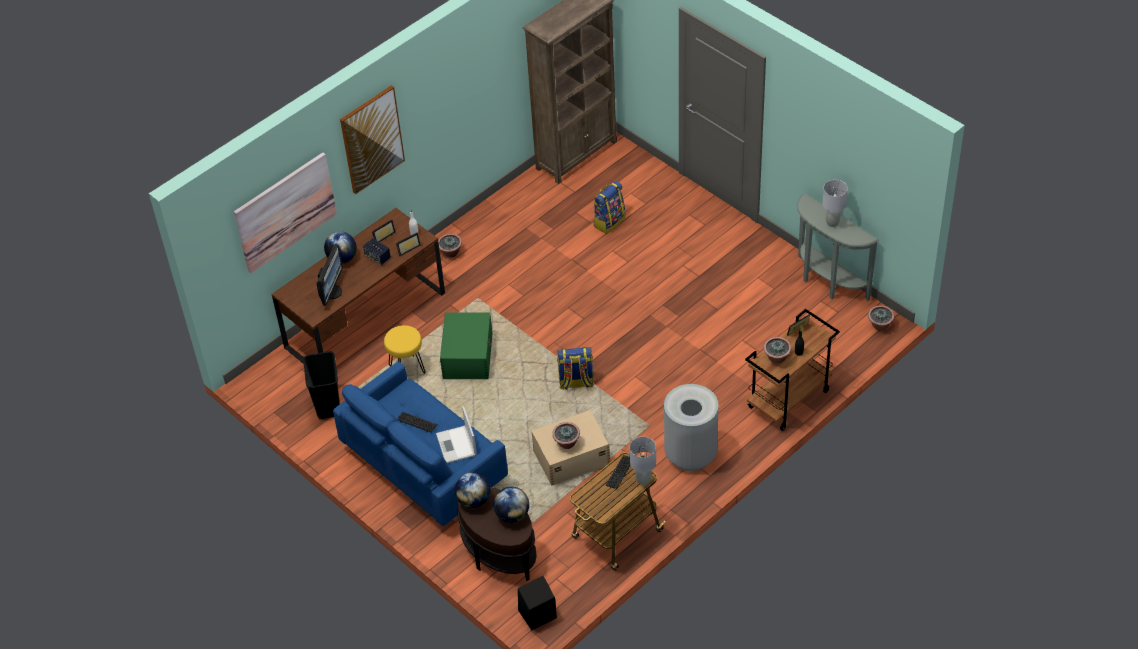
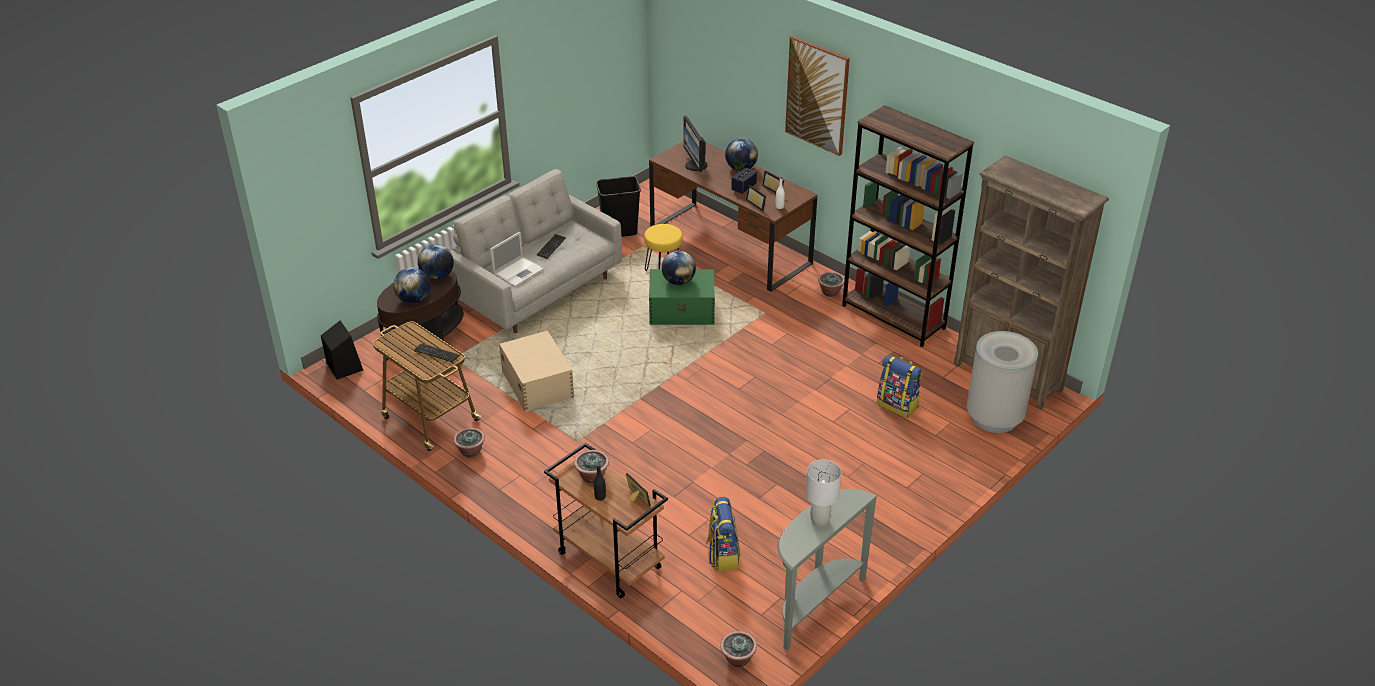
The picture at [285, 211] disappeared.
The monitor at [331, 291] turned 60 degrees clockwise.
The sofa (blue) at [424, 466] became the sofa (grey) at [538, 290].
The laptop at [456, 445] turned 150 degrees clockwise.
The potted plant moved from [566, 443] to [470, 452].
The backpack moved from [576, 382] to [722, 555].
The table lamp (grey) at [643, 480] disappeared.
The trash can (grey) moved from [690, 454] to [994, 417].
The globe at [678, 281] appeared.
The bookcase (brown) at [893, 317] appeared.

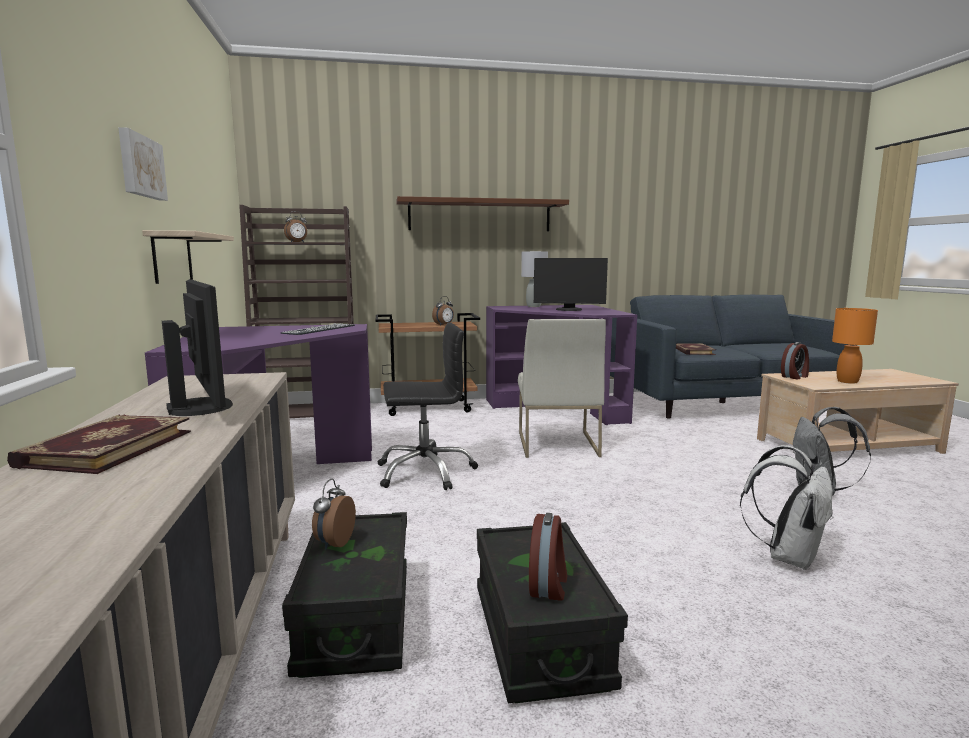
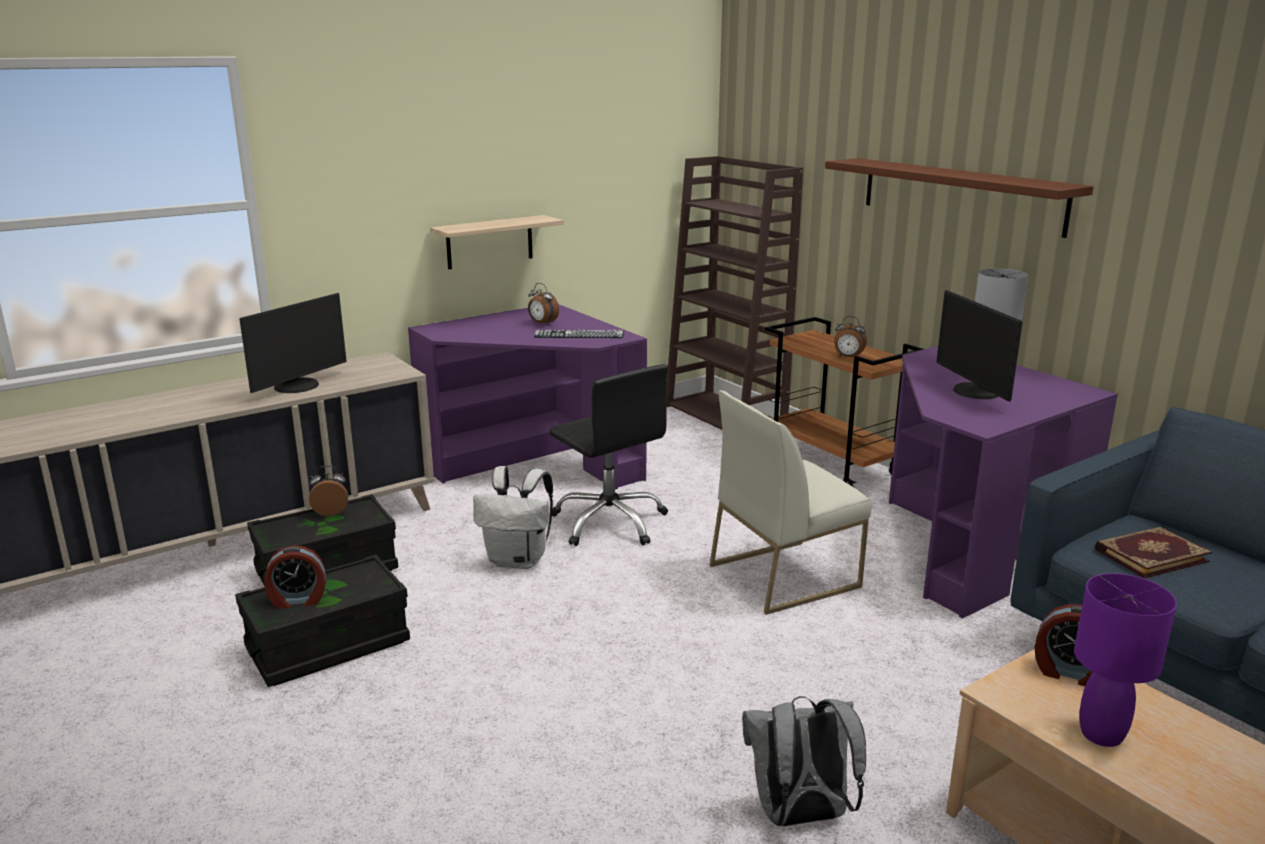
The book at [106, 448] disappeared.
The picture at [140, 166] disappeared.
The alarm clock moved from [297, 242] to [542, 324].
The backpack (white) moved from [788, 556] to [518, 560].
The table lamp (orange) at [847, 381] became the table lamp (purple) at [1100, 734].

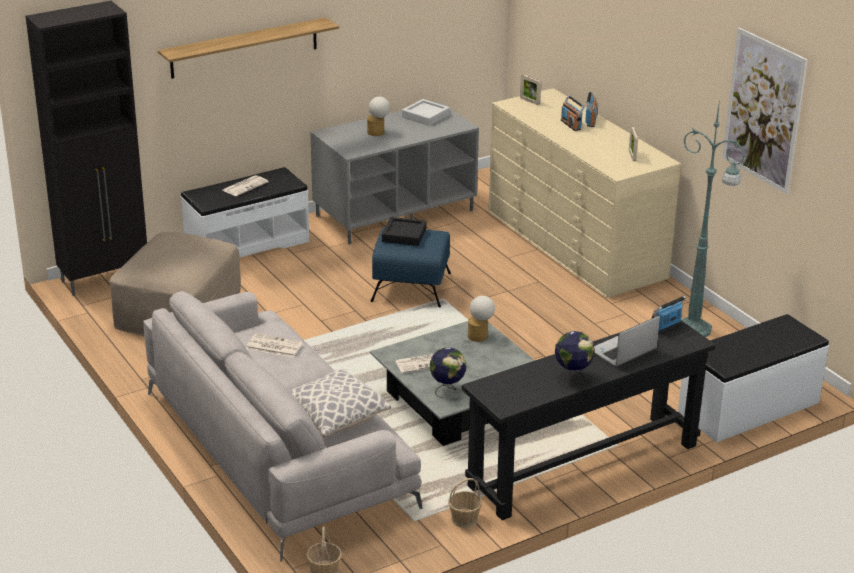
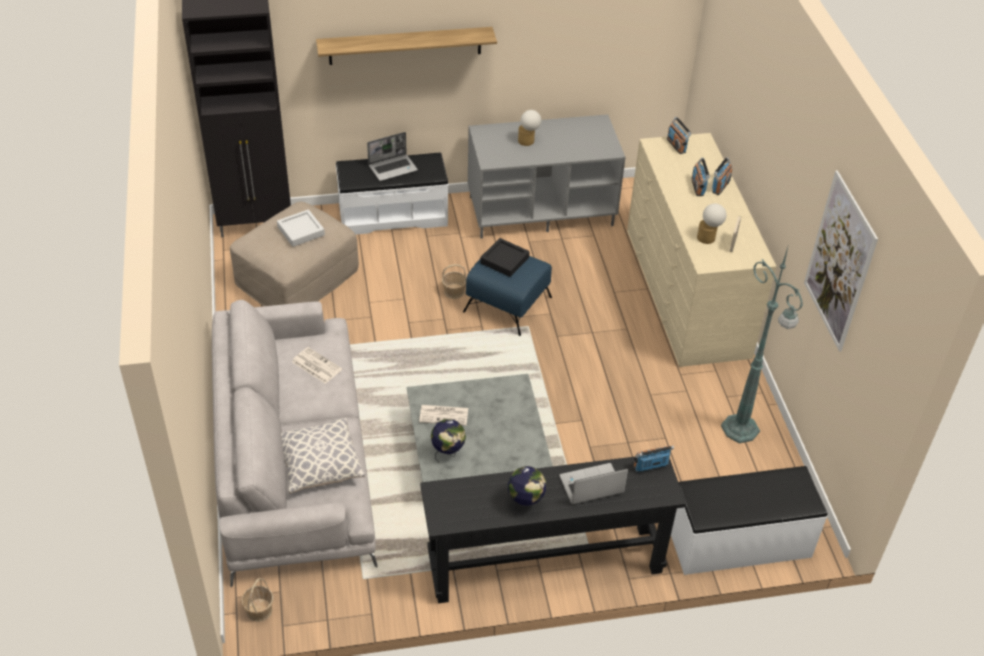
The newspaper at [245, 186] was replaced by the laptop at [393, 168].
The tray (grey) moved from [425, 116] to [301, 231].
The basket moved from [465, 519] to [454, 292].
The table lamp moved from [480, 336] to [709, 238].
The picture frame at [529, 101] was replaced by the radio at [676, 145].

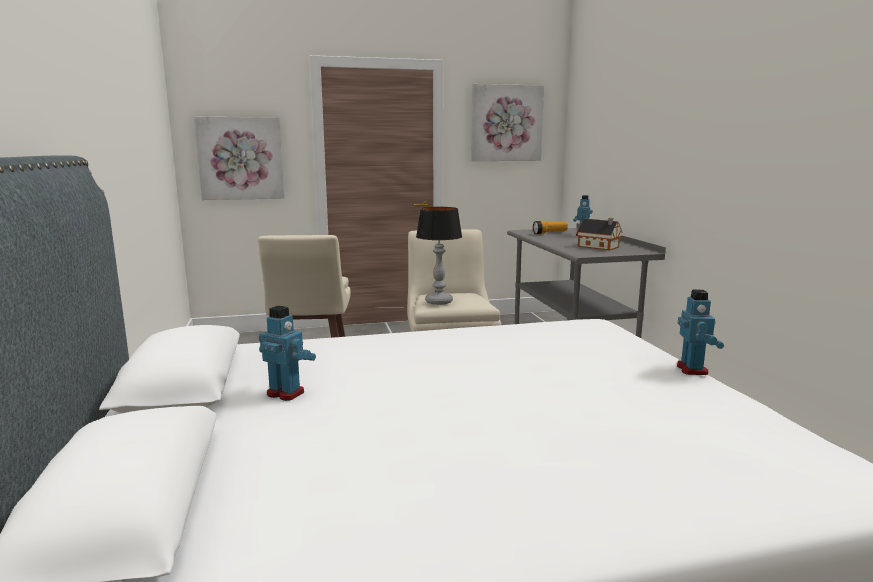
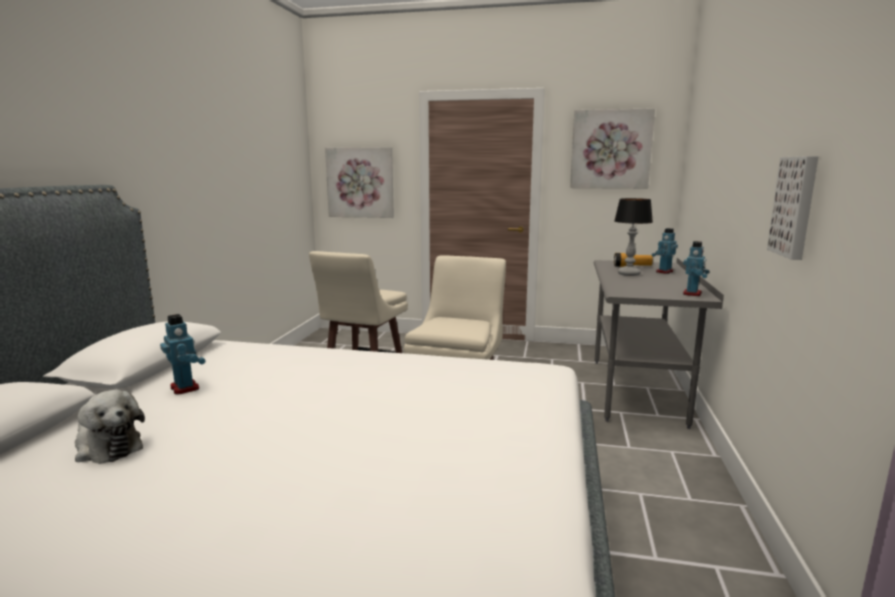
The table lamp moved from [439, 302] to [628, 274].
The toy house at [599, 247] disappeared.
The toy robot moved from [693, 369] to [692, 294].
The plush toy at [107, 447] appeared.
The picture at [796, 206] appeared.

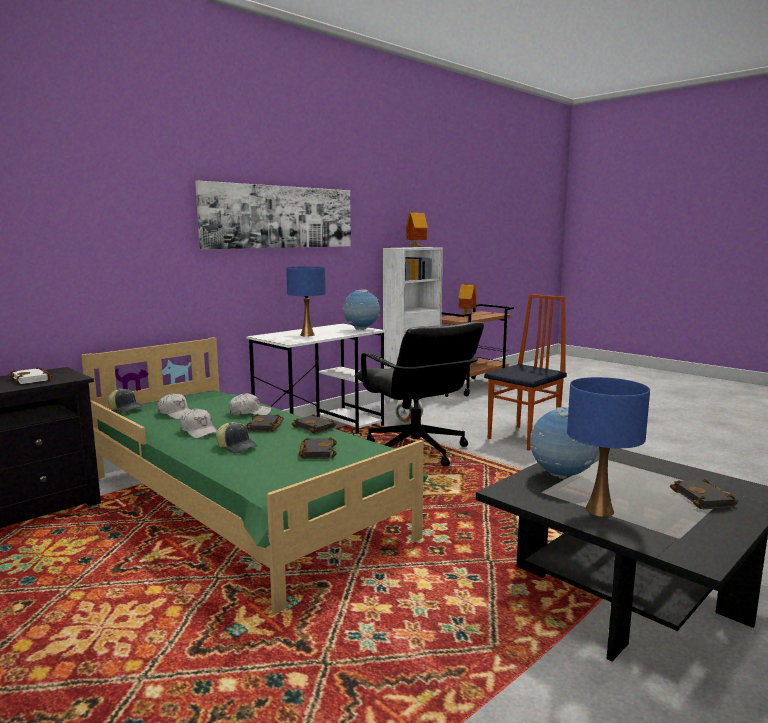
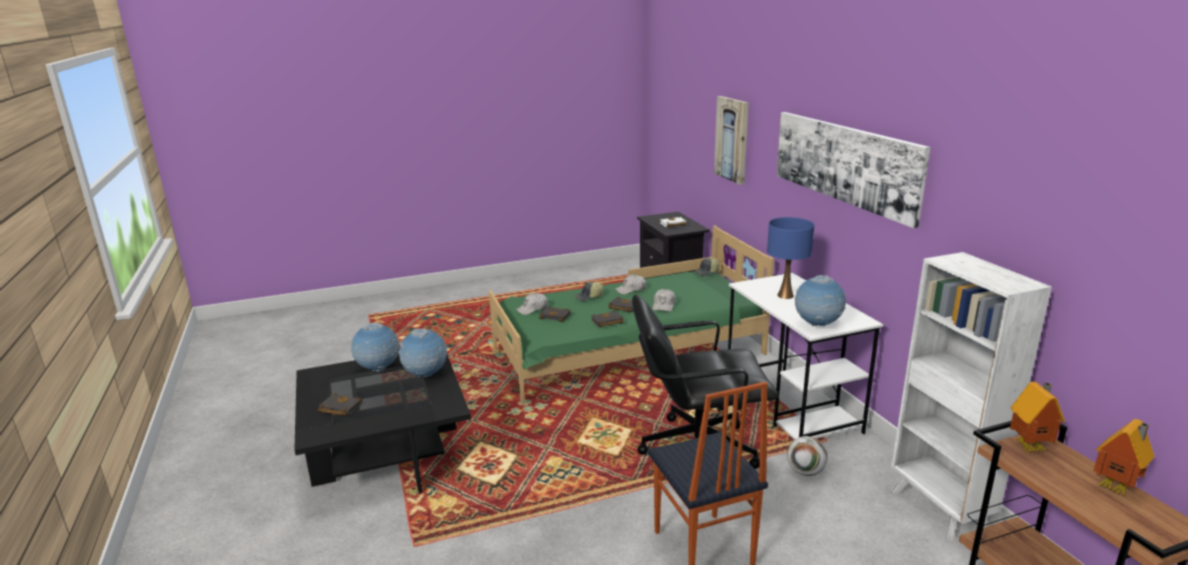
The cap (white) moved from [176, 414] to [532, 309].
The toy house moved from [415, 247] to [1031, 446].
The table lamp (blue) at [599, 510] was replaced by the globe at [378, 369].
The picture at [732, 139] appeared.

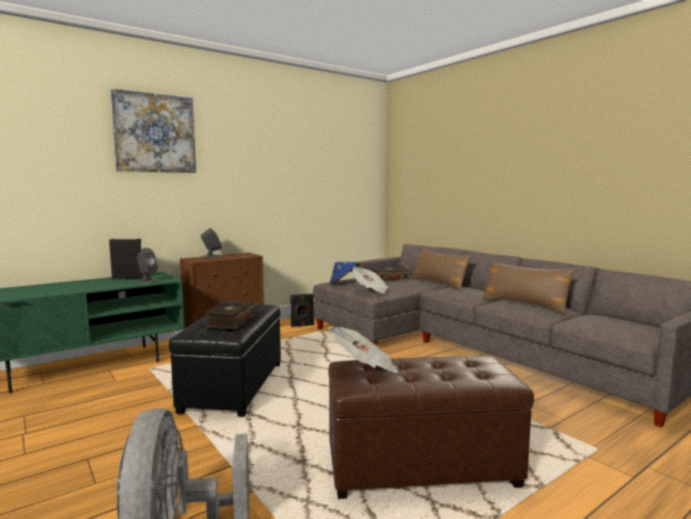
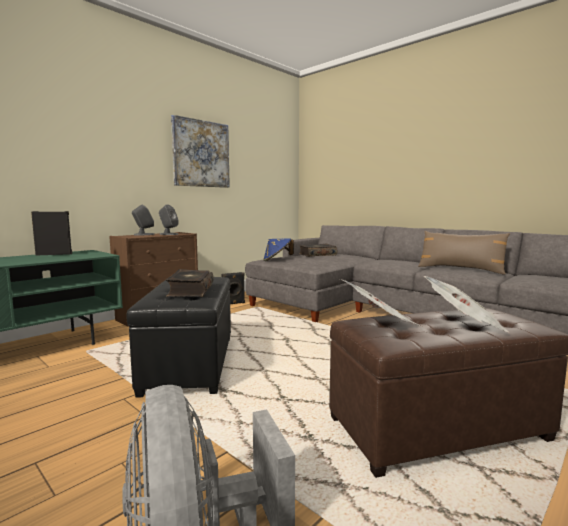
The picture moved from [155, 133] to [201, 154].
The speaker (grey) moved from [147, 281] to [168, 234].
The newspaper moved from [370, 290] to [464, 323].
The pillow (brown) at [439, 284] disappeared.

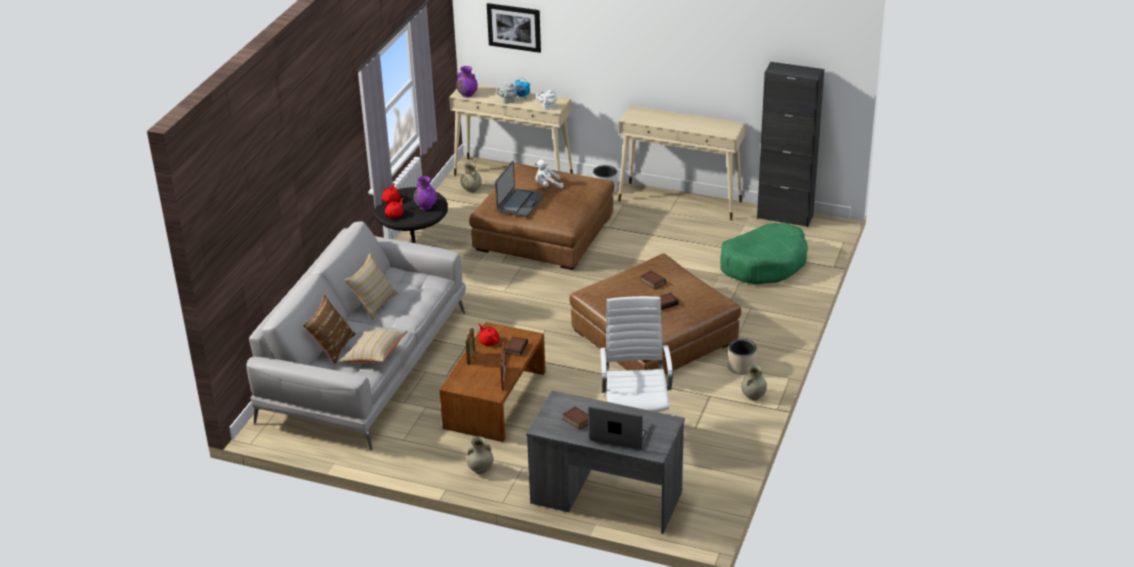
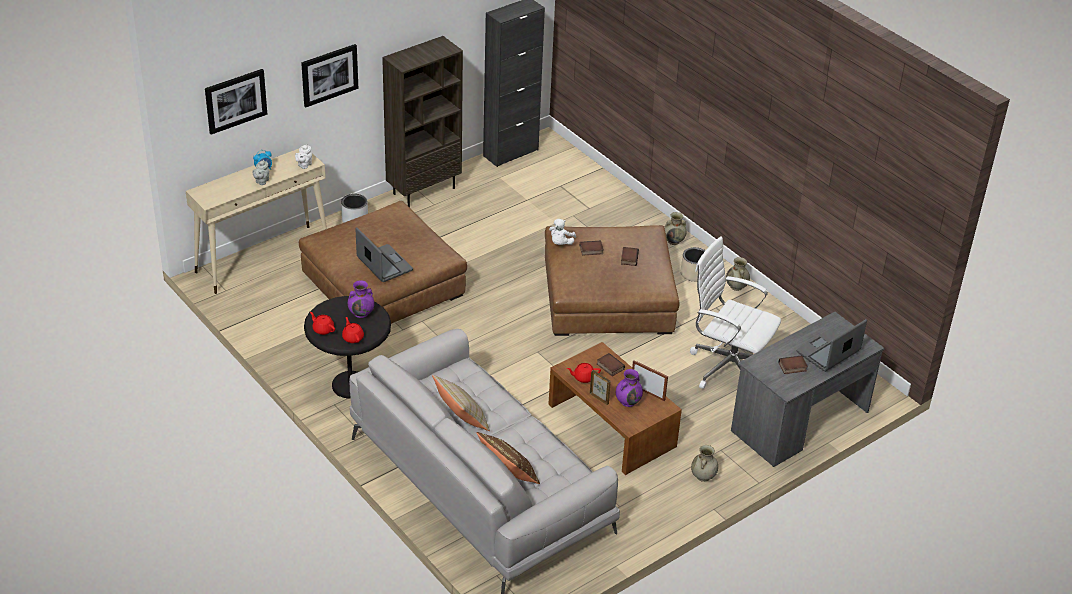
The pillow (beige) at [374, 355] disappeared.
The vase (purple) moved from [467, 94] to [628, 401].
The vase (beige) moved from [471, 190] to [674, 241].
The plush toy (white) moved from [547, 186] to [561, 243].
The console table (beige) at [680, 201] was replaced by the bookcase (brown) at [424, 190].
The dog bed (green) at [764, 264] disappeared.
The picture at [329, 74] appeared.

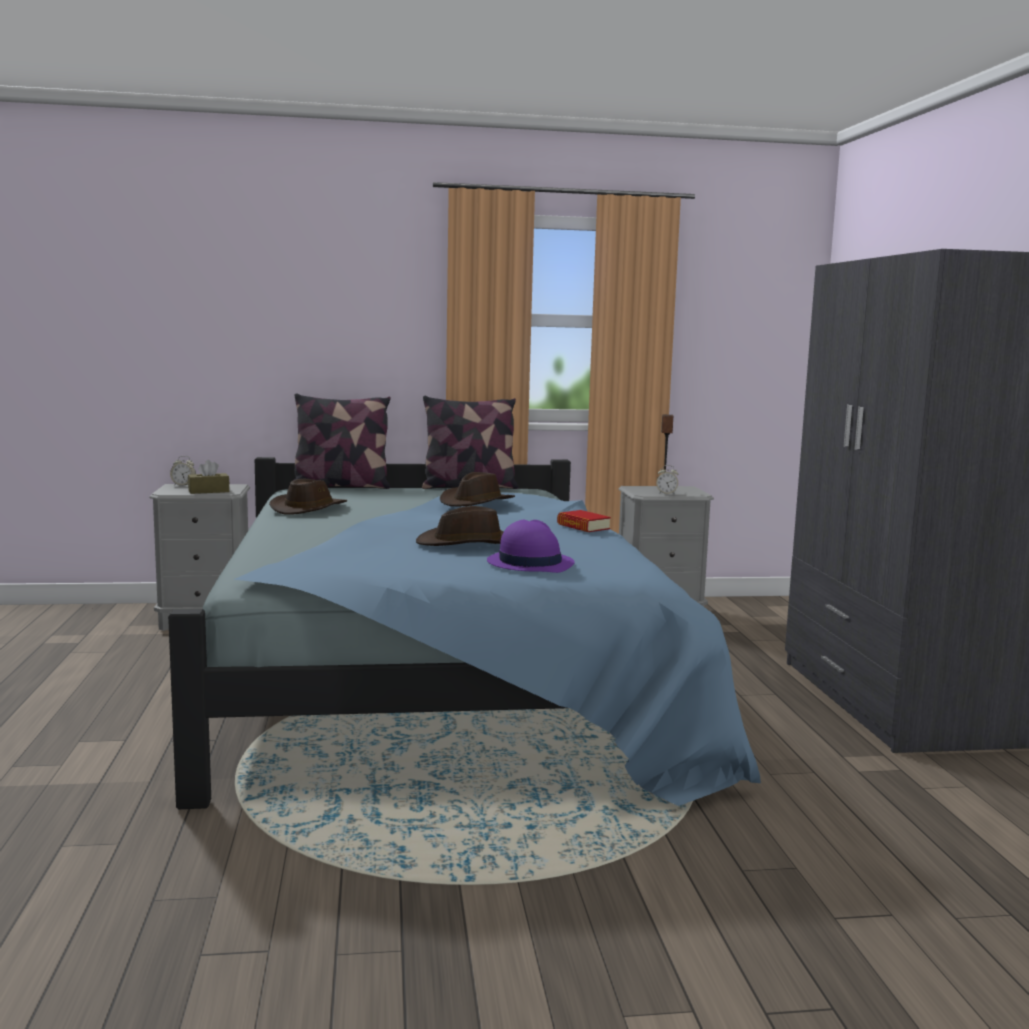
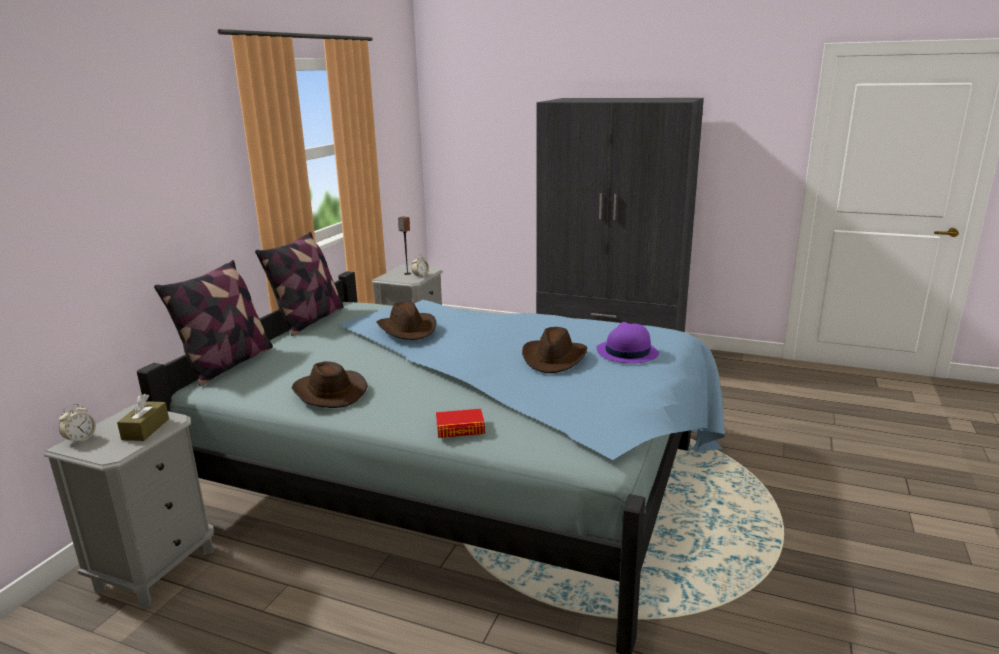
The book moved from [583, 526] to [460, 429].

